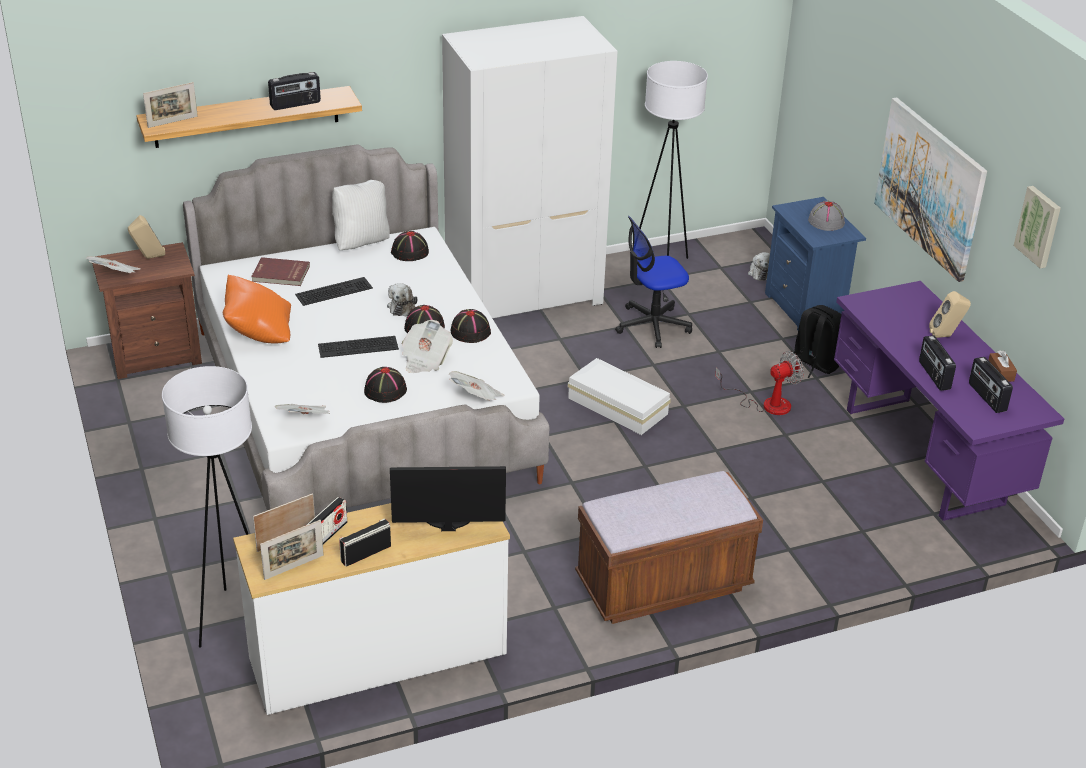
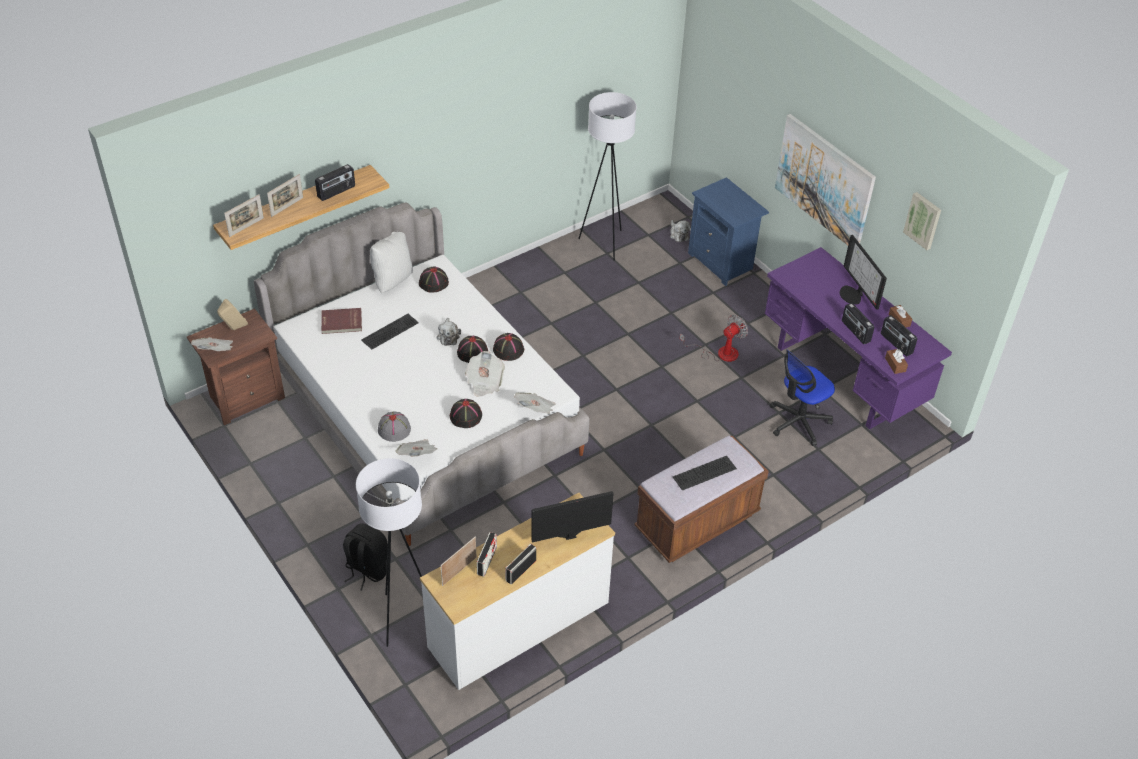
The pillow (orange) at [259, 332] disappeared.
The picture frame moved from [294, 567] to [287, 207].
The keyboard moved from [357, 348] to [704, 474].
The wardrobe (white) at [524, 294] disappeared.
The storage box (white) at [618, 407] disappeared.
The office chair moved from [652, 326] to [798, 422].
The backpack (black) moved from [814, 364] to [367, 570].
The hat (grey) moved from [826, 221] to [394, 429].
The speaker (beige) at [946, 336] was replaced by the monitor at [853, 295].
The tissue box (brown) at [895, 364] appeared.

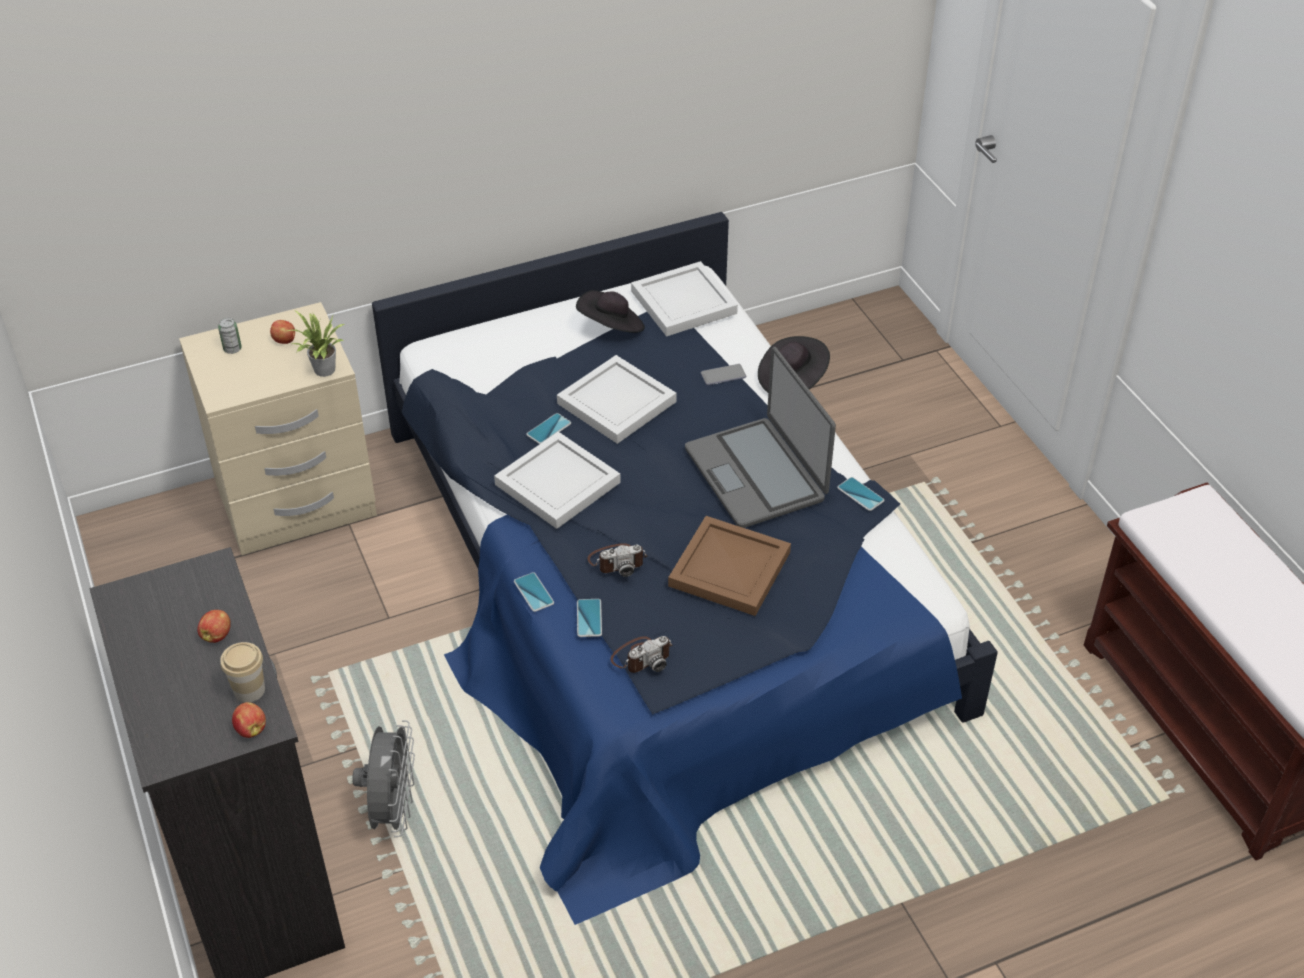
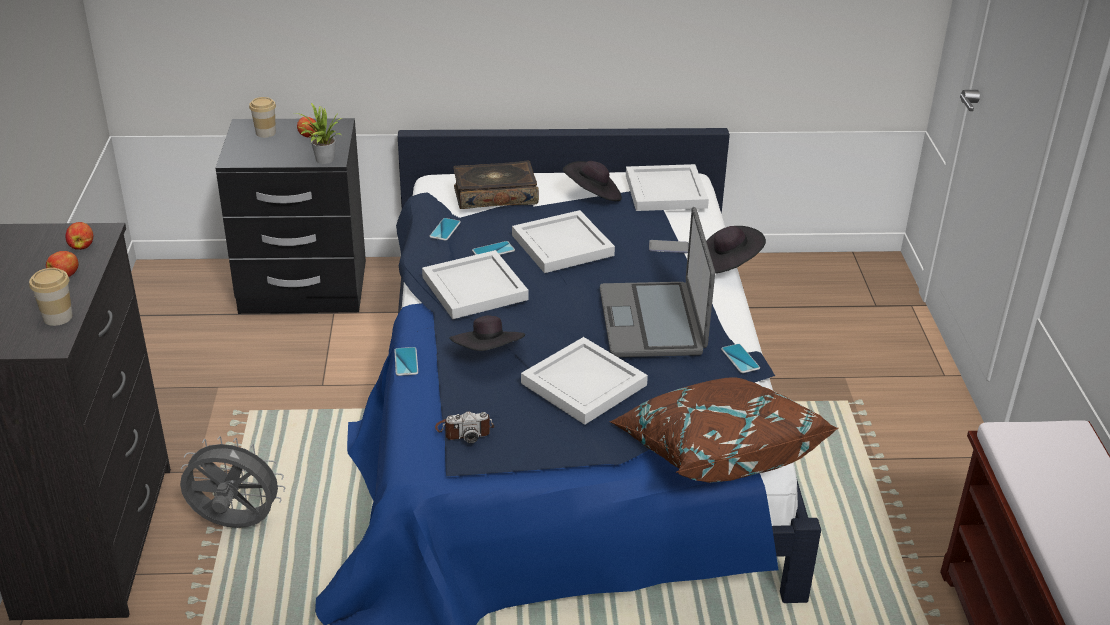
The nightstand (beige) at [296, 502] became the nightstand (black) at [303, 288].
The can at [232, 349] was replaced by the cup at [265, 133].
The apple moved from [251, 729] to [82, 246].
The fan (grey) at [393, 810] turned 105 degrees counterclockwise.
The phone moved from [589, 618] to [445, 230].
The photo camera at [617, 561] was replaced by the hat (black) at [488, 354].
The tray (brown) at [727, 569] became the tray (white) at [581, 384].
The book at [495, 195] appeared.
The pillow (brown) at [715, 454] appeared.

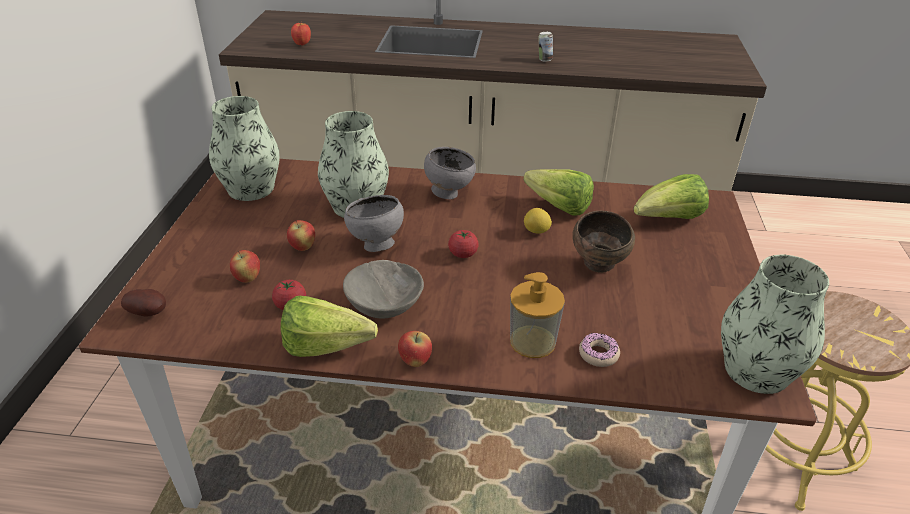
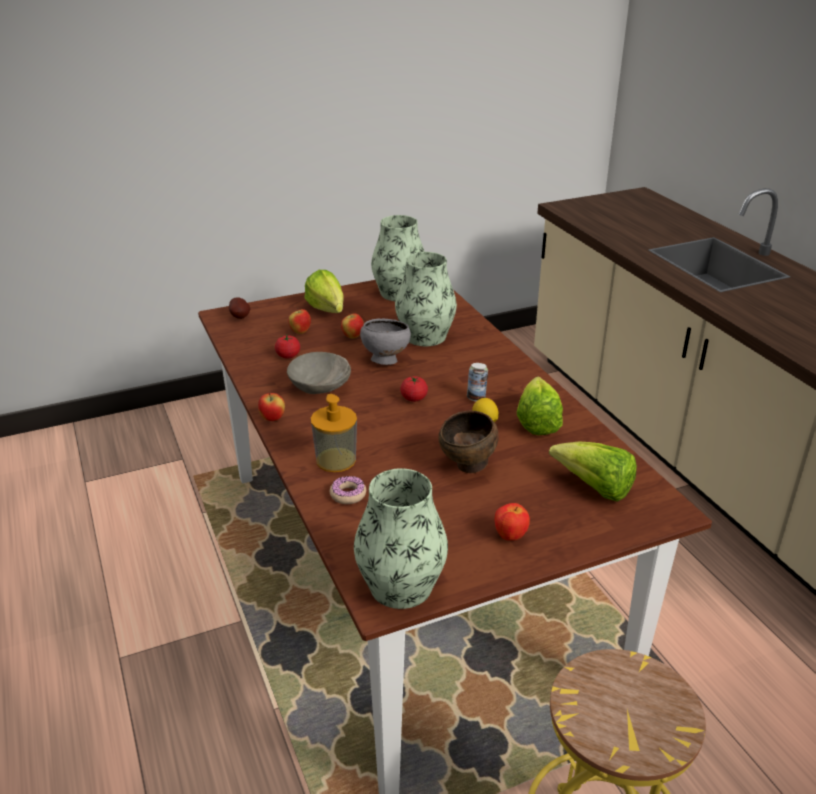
The lettuce moved from [332, 349] to [328, 312].
The apple moved from [302, 44] to [510, 536].
The bowl (grey) at [449, 193] disappeared.
The can moved from [544, 60] to [476, 398].

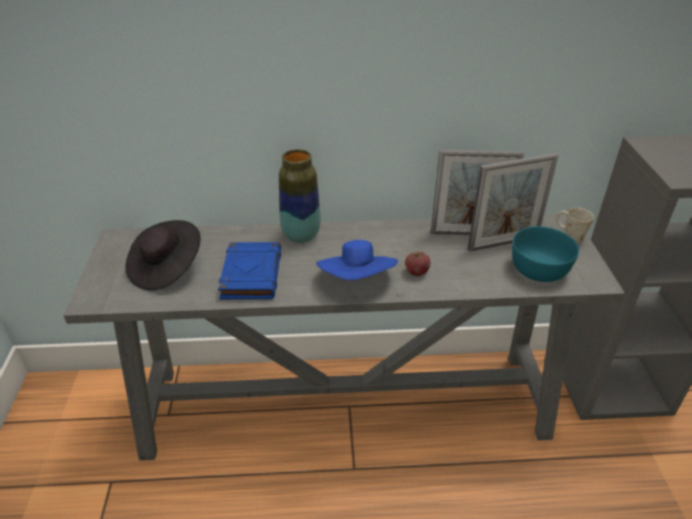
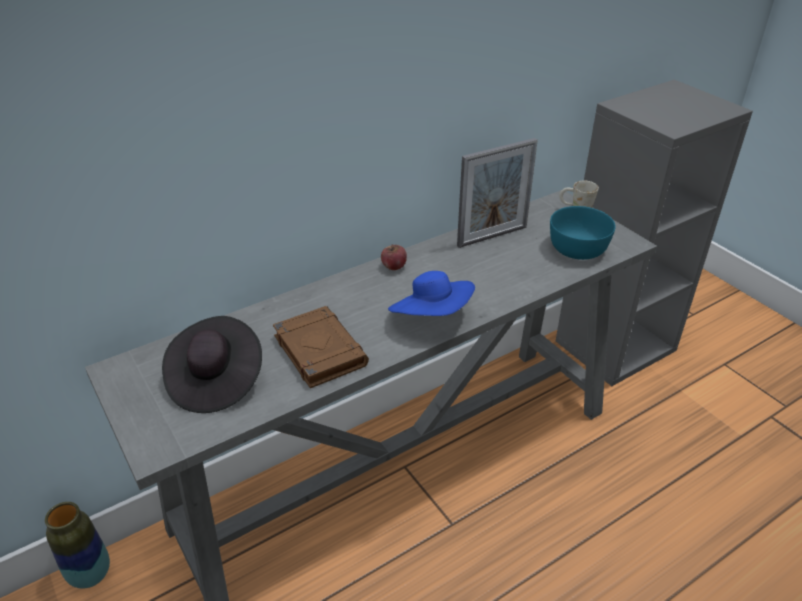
The book (blue) at [251, 274] became the book (brown) at [319, 350].
The vase moved from [301, 236] to [90, 574].
The apple moved from [416, 272] to [393, 266].
The picture frame at [503, 243] disappeared.

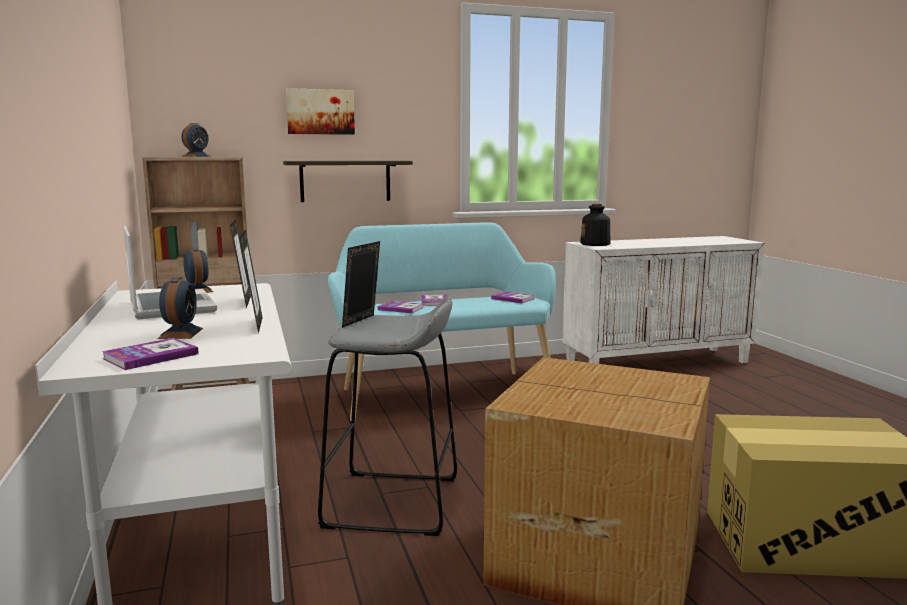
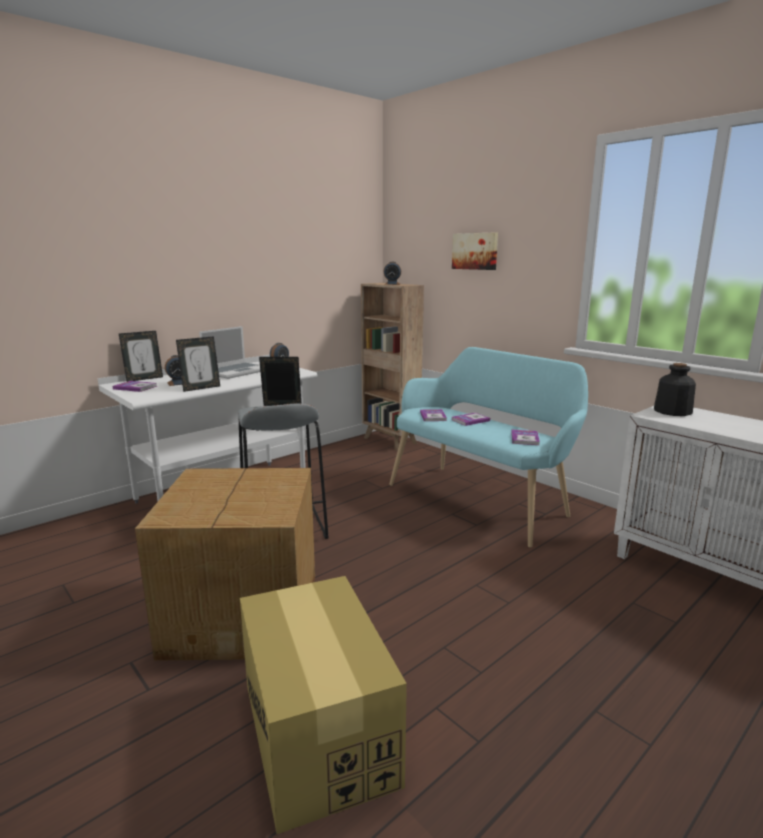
The picture frame moved from [243, 302] to [144, 379].
The shelf at [345, 181] disappeared.

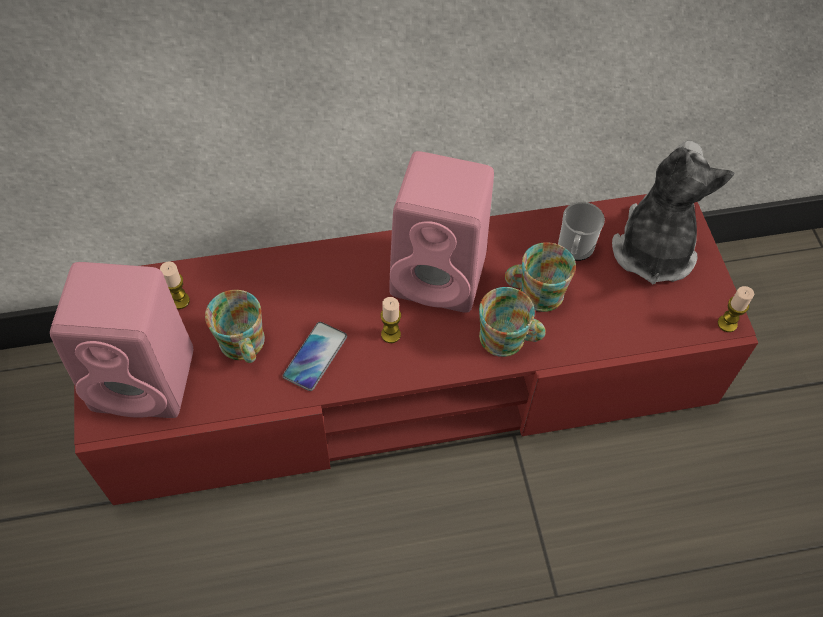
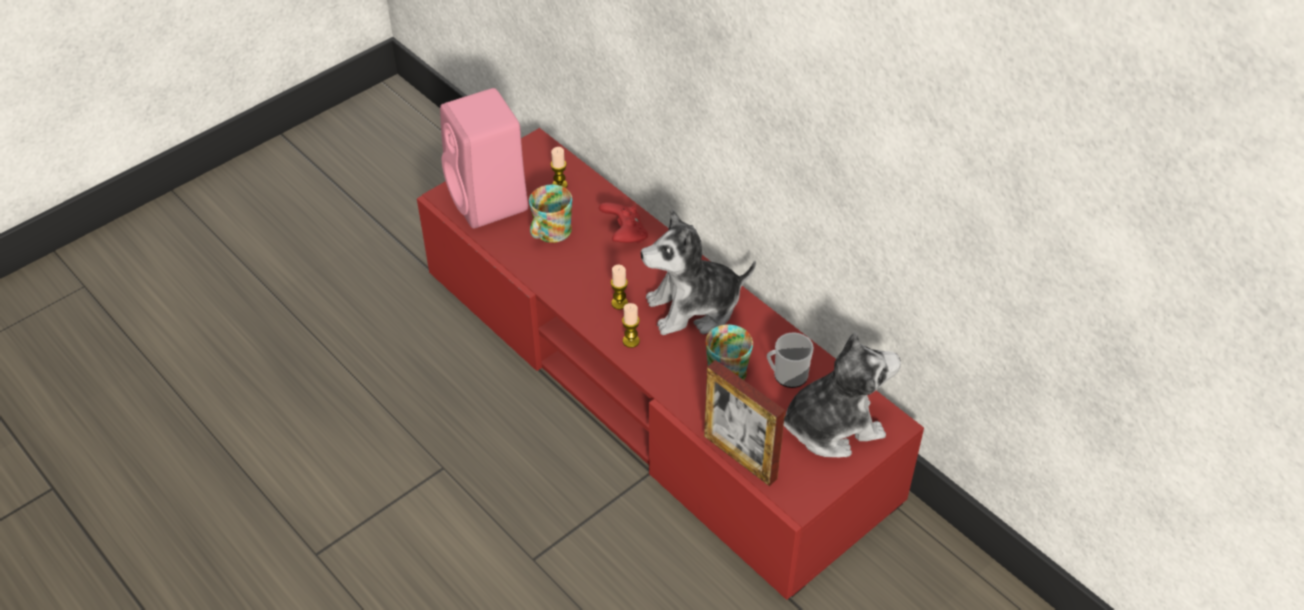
The phone at [315, 356] disappeared.
The speaker (pink) at [441, 275] was replaced by the plush toy at [694, 308].
The mug at [508, 340] disappeared.
The candle moved from [727, 324] to [631, 341].
The game controller (red) at [624, 235] appeared.
The picture frame at [740, 457] appeared.

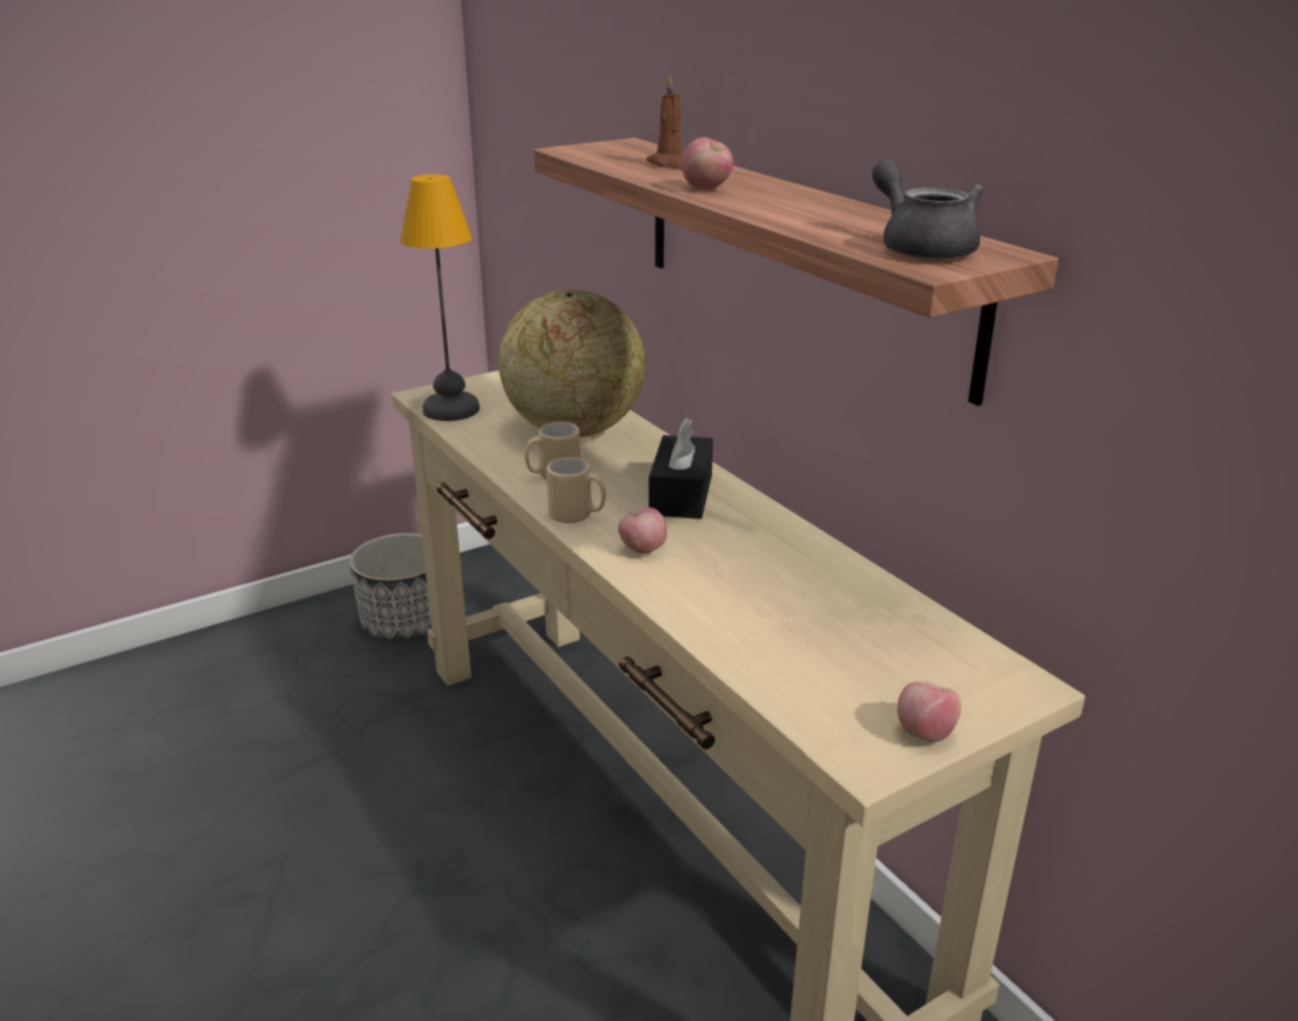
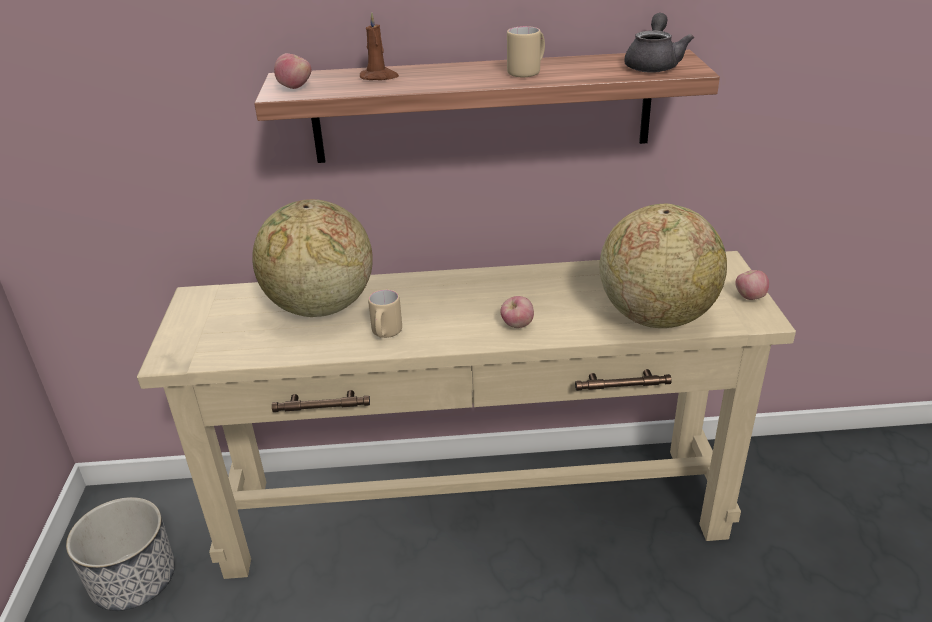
The table lamp at [449, 410] disappeared.
The mug (beige) moved from [577, 516] to [528, 72].
The tissue box (black) at [681, 494] disappeared.
The apple moved from [706, 189] to [295, 88].
The teapot (grey) at [922, 247] turned 105 degrees clockwise.
The globe at [656, 317] appeared.

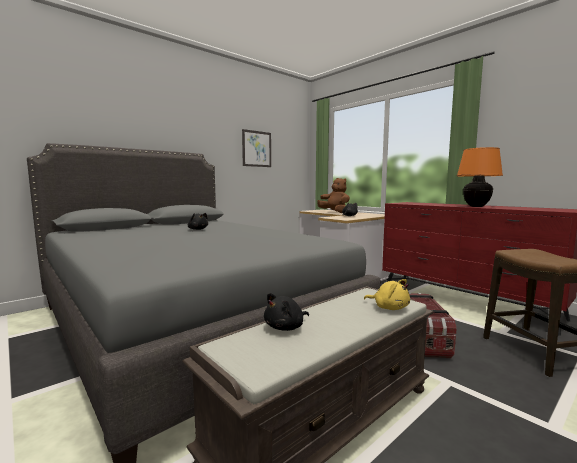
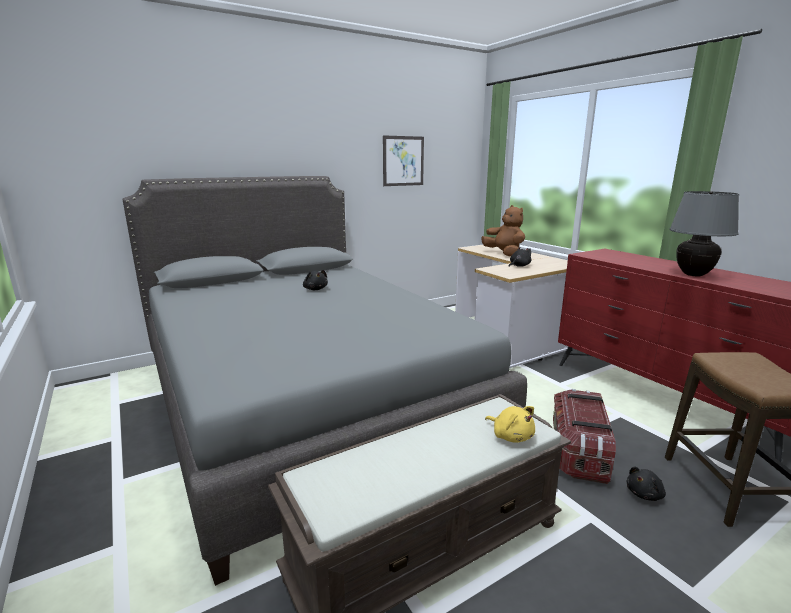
The plush toy (black) moved from [286, 327] to [645, 494].
The table lamp (orange) at [476, 206] became the table lamp (grey) at [693, 274].

